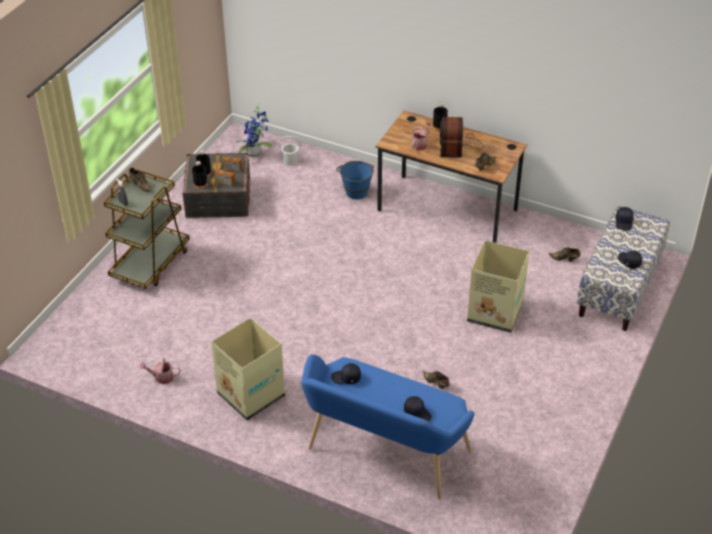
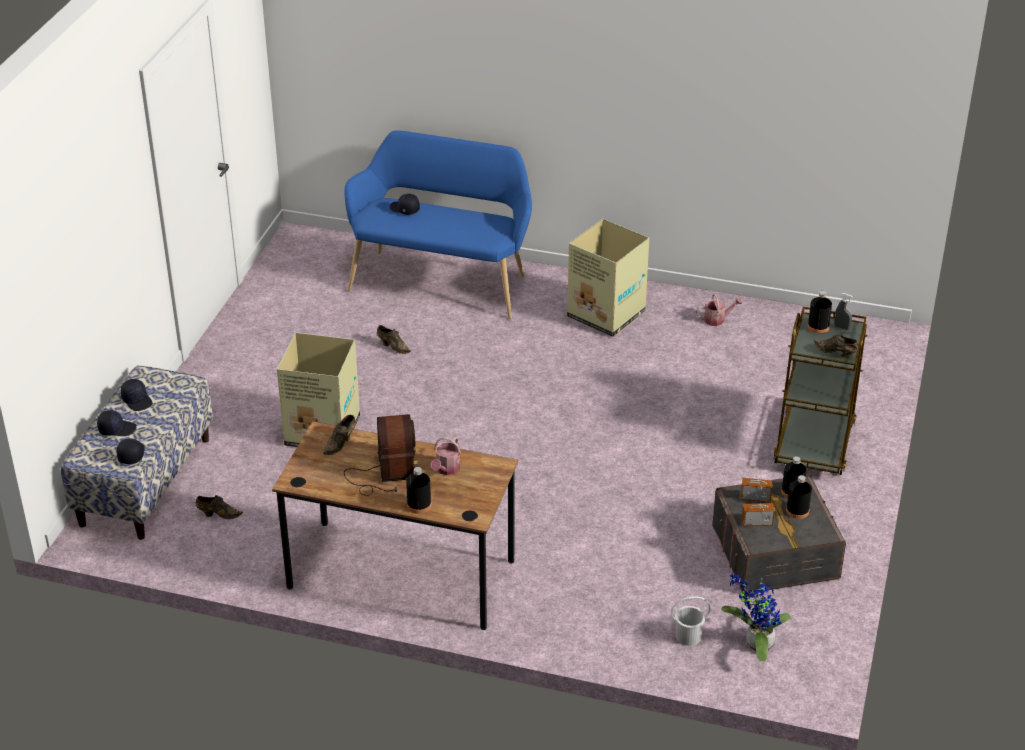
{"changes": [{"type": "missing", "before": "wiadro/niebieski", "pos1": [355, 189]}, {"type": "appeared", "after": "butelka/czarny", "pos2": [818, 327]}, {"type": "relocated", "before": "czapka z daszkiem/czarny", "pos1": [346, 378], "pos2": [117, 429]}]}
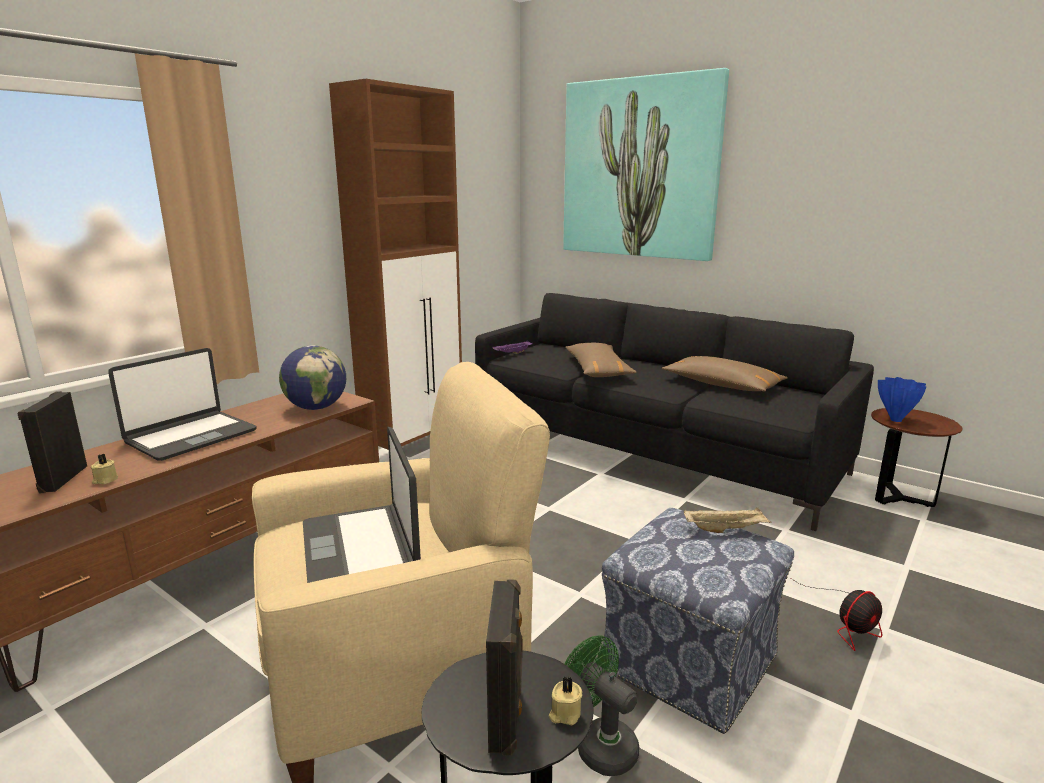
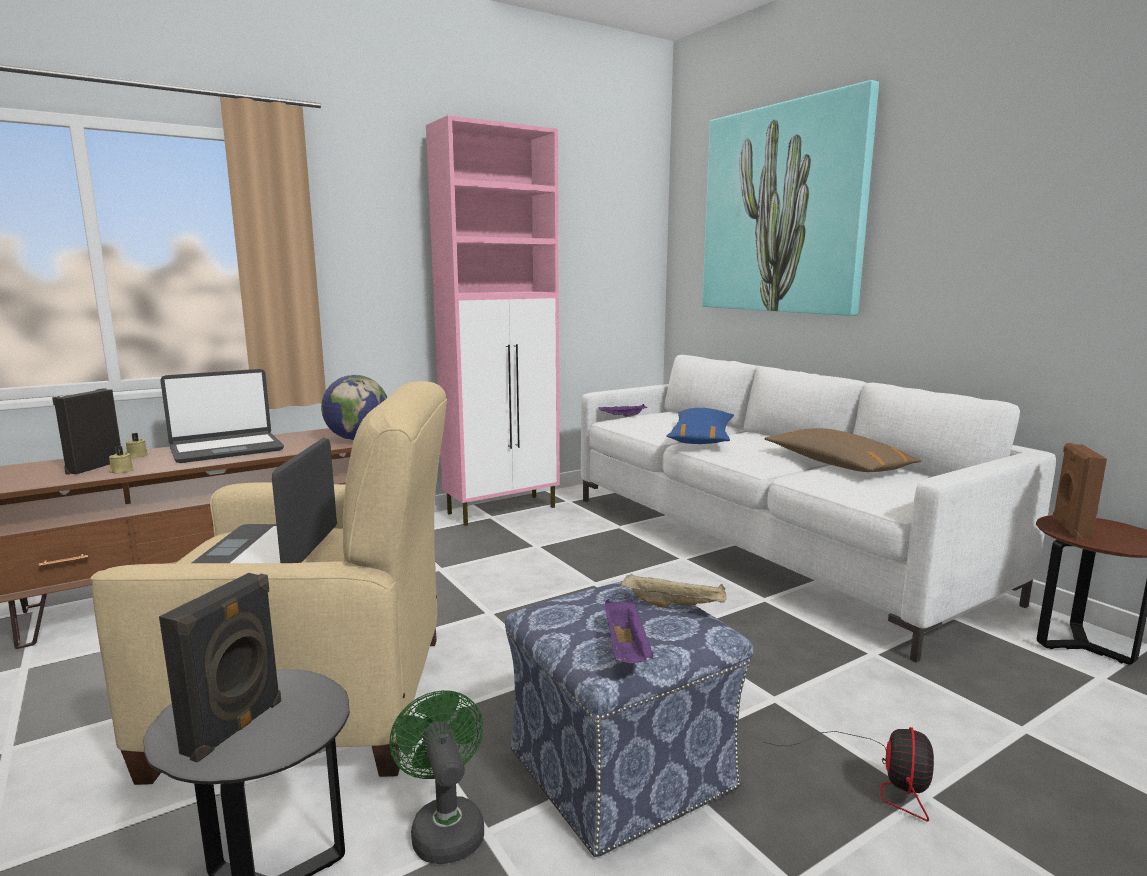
{"changes": [{"type": "appeared", "after": "taca/fioletowy", "pos2": [626, 649]}, {"type": "relocated", "before": "świeca/beżowy", "pos1": [564, 713], "pos2": [136, 456]}, {"type": "exchanged", "before": "wazon/niebieski", "after": "głośnik/brązowy", "pos1": [895, 420], "pos2": [1069, 529]}, {"type": "colour", "before": "szafka/brązowy", "after": "szafka/różowy", "pos1": [415, 449], "pos2": [503, 510]}, {"type": "colour", "before": "kanapa/czarny", "after": "kanapa/biały", "pos1": [650, 451], "pos2": [763, 544]}, {"type": "colour", "before": "poduszka/brązowy", "after": "poduszka/niebieski", "pos1": [598, 370], "pos2": [701, 438]}, {"type": "spun", "before": "wentylator", "pos1": [850, 623], "pos2": [878, 777], "turn": -60}]}
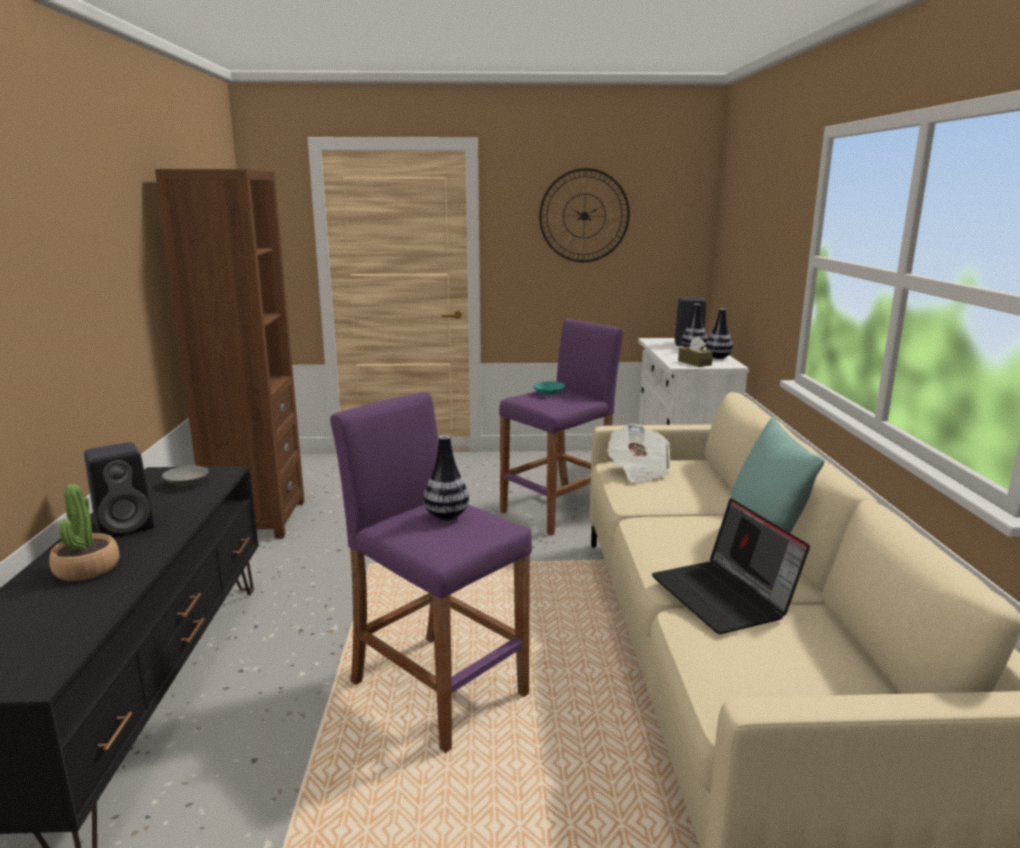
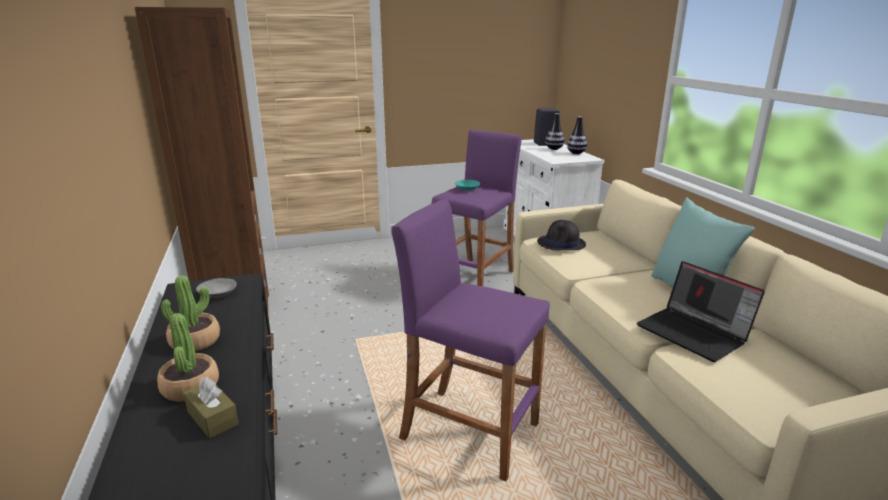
{"changes": [{"type": "missing", "before": "wazon", "pos1": [446, 516]}, {"type": "missing", "before": "zegar ścienny", "pos1": [584, 216]}, {"type": "relocated", "before": "pudełko chusteczek/brązowy", "pos1": [694, 363], "pos2": [212, 418]}, {"type": "exchanged", "before": "głośnik/czarny", "after": "roślina doniczkowa", "pos1": [127, 526], "pos2": [195, 341]}, {"type": "exchanged", "before": "gazeta", "after": "kapelusz/czarny", "pos1": [638, 470], "pos2": [561, 244]}]}
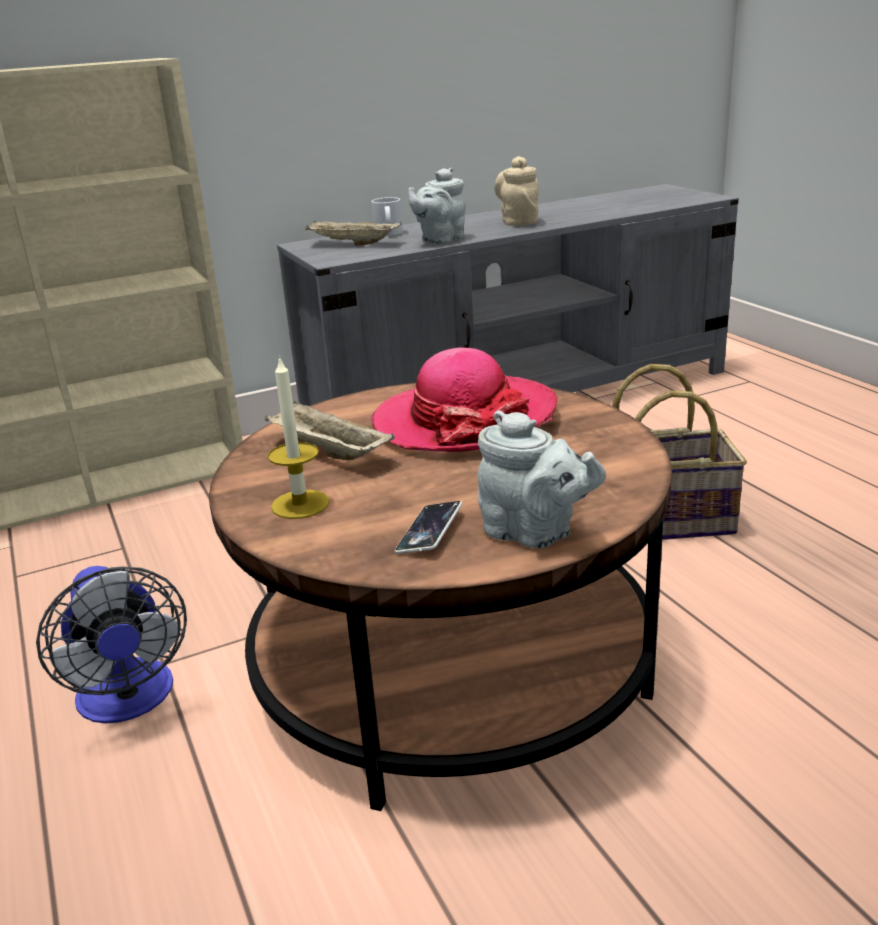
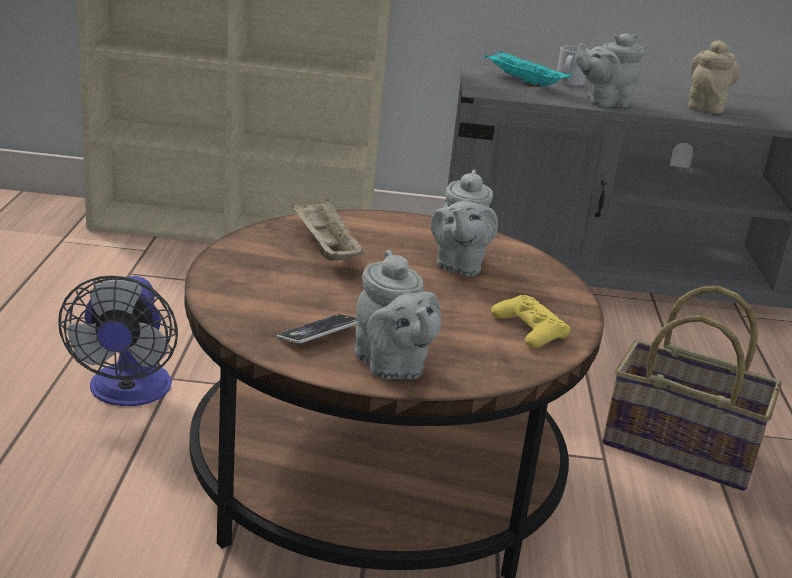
{"changes": [{"type": "missing", "before": "świeca", "pos1": [300, 504]}, {"type": "appeared", "after": "pad do gier/żółty", "pos2": [529, 329]}, {"type": "exchanged", "before": "kapelusz", "after": "imbryk/szary", "pos1": [464, 420], "pos2": [458, 265]}, {"type": "colour", "before": "taca/beżowy", "after": "taca/turkusowy", "pos1": [352, 244], "pos2": [522, 82]}]}
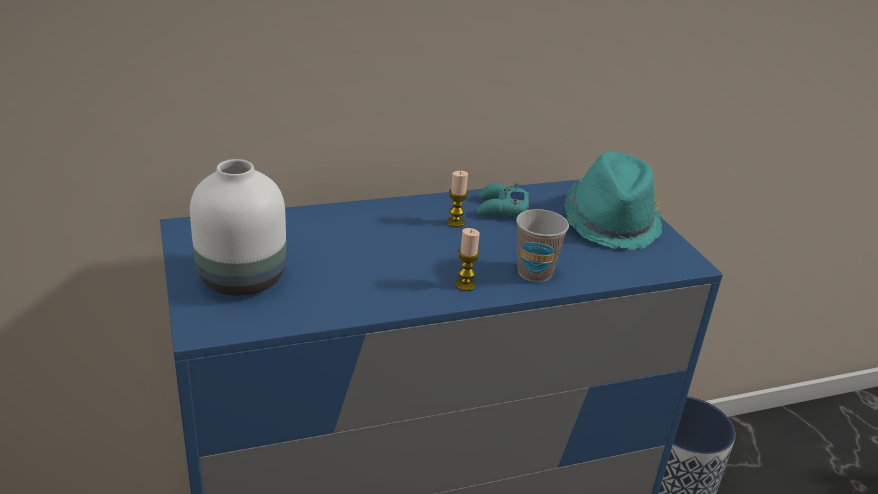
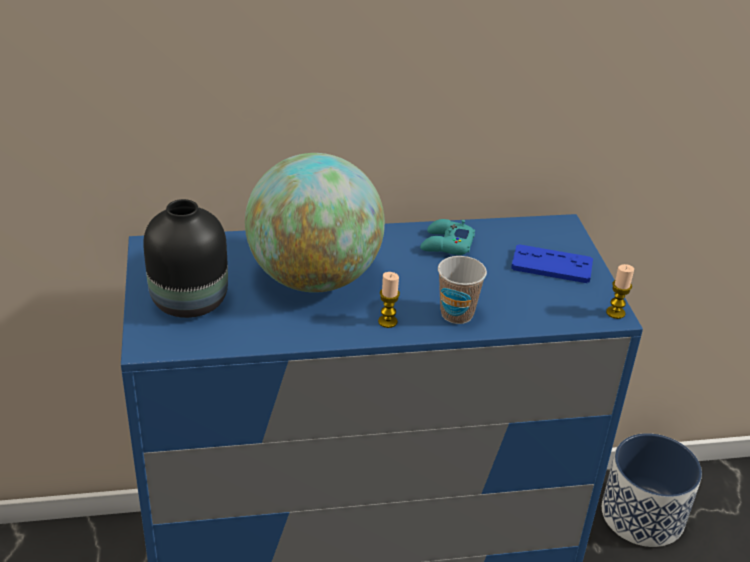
{"changes": [{"type": "appeared", "after": "globus", "pos2": [314, 278]}, {"type": "relocated", "before": "świeca", "pos1": [455, 222], "pos2": [615, 313]}, {"type": "exchanged", "before": "kapelusz/turkusowy", "after": "pad do gier/niebieski", "pos1": [611, 222], "pos2": [551, 265]}, {"type": "colour", "before": "wazon/biały", "after": "wazon/czarny", "pos1": [240, 279], "pos2": [187, 300]}]}
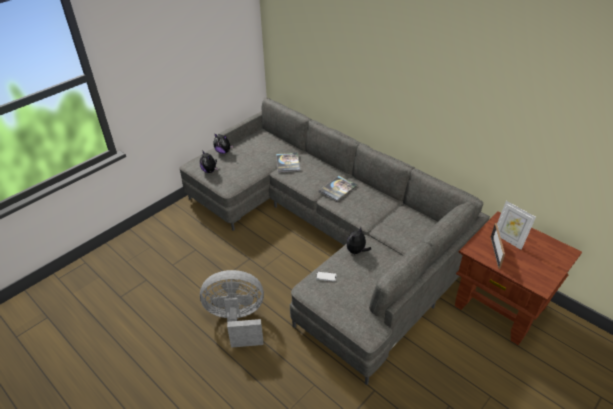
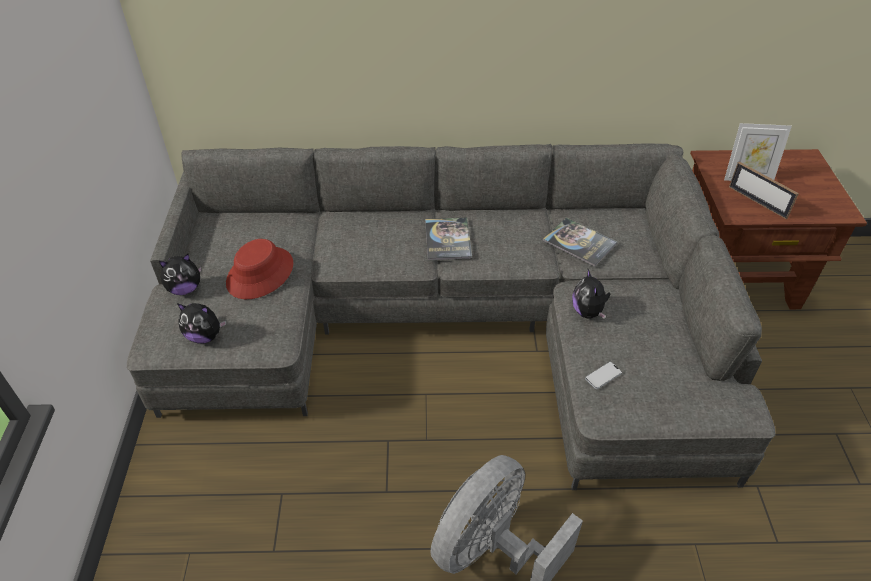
{"changes": [{"type": "appeared", "after": "kapelusz/czerwony", "pos2": [260, 274]}, {"type": "relocated", "before": "książka", "pos1": [288, 163], "pos2": [579, 242]}]}
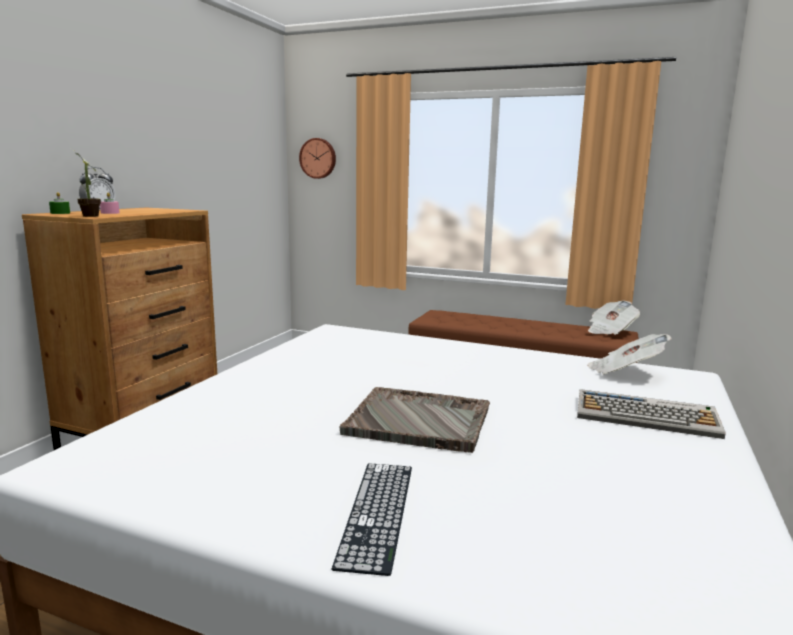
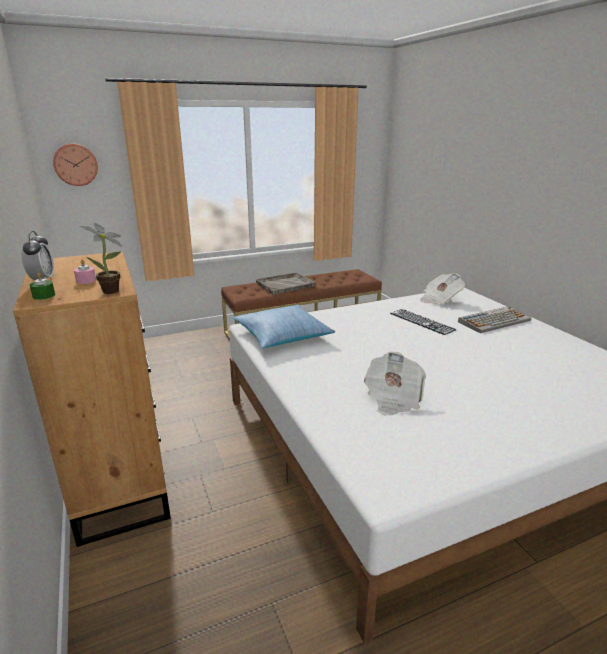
{"changes": [{"type": "appeared", "after": "poduszka", "pos2": [282, 335]}, {"type": "relocated", "before": "klawiatura", "pos1": [377, 512], "pos2": [422, 321]}, {"type": "relocated", "before": "taca/szary", "pos1": [420, 421], "pos2": [286, 284]}, {"type": "relocated", "before": "gazeta", "pos1": [610, 331], "pos2": [393, 398]}]}
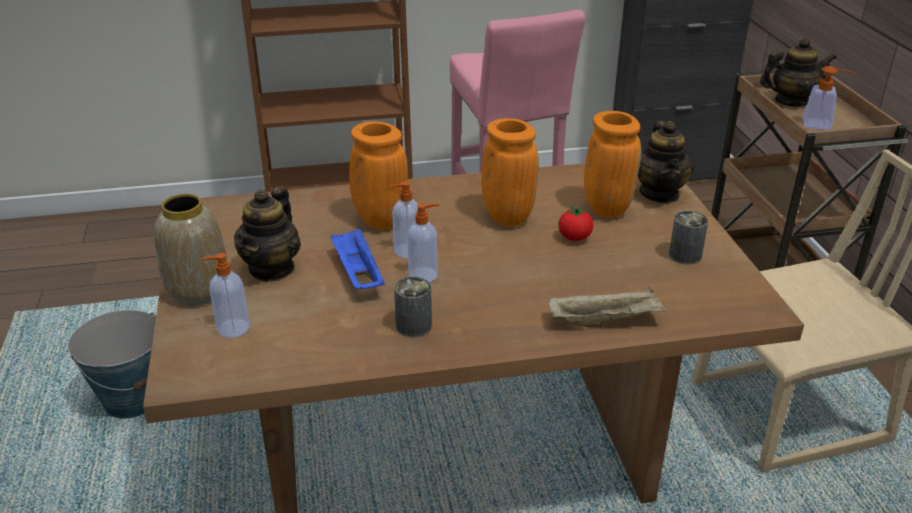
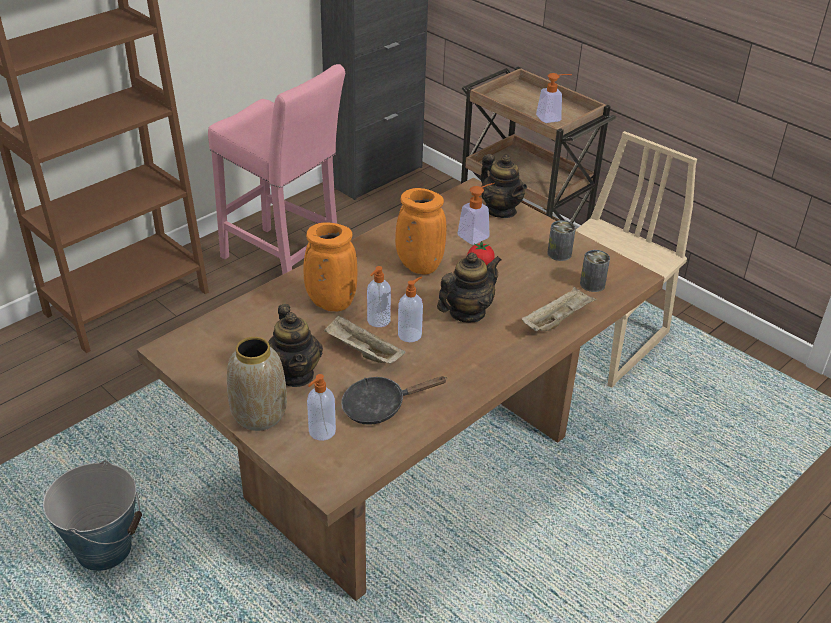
{"changes": [{"type": "appeared", "after": "patelnia/czarny", "pos2": [380, 406]}, {"type": "relocated", "before": "puszka", "pos1": [413, 326], "pos2": [592, 284]}, {"type": "relocated", "before": "imbryk", "pos1": [790, 101], "pos2": [467, 312]}, {"type": "exchanged", "before": "wazon/pomarańczowy", "after": "dozownik mydła", "pos1": [605, 208], "pos2": [477, 235]}, {"type": "colour", "before": "taca/niebieski", "after": "taca/beżowy", "pos1": [357, 273], "pos2": [362, 352]}]}
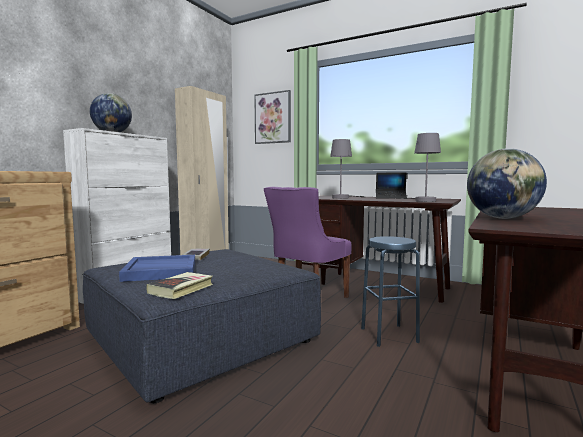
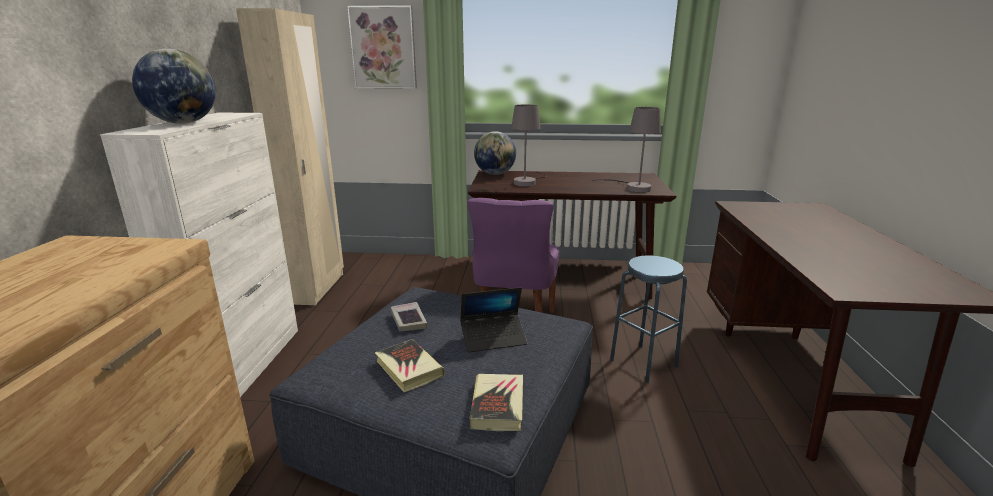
{"changes": [{"type": "relocated", "before": "laptop", "pos1": [391, 198], "pos2": [493, 338]}, {"type": "relocated", "before": "globus", "pos1": [503, 218], "pos2": [495, 174]}, {"type": "exchanged", "before": "taca/niebieski", "after": "książka", "pos1": [160, 271], "pos2": [408, 369]}]}
